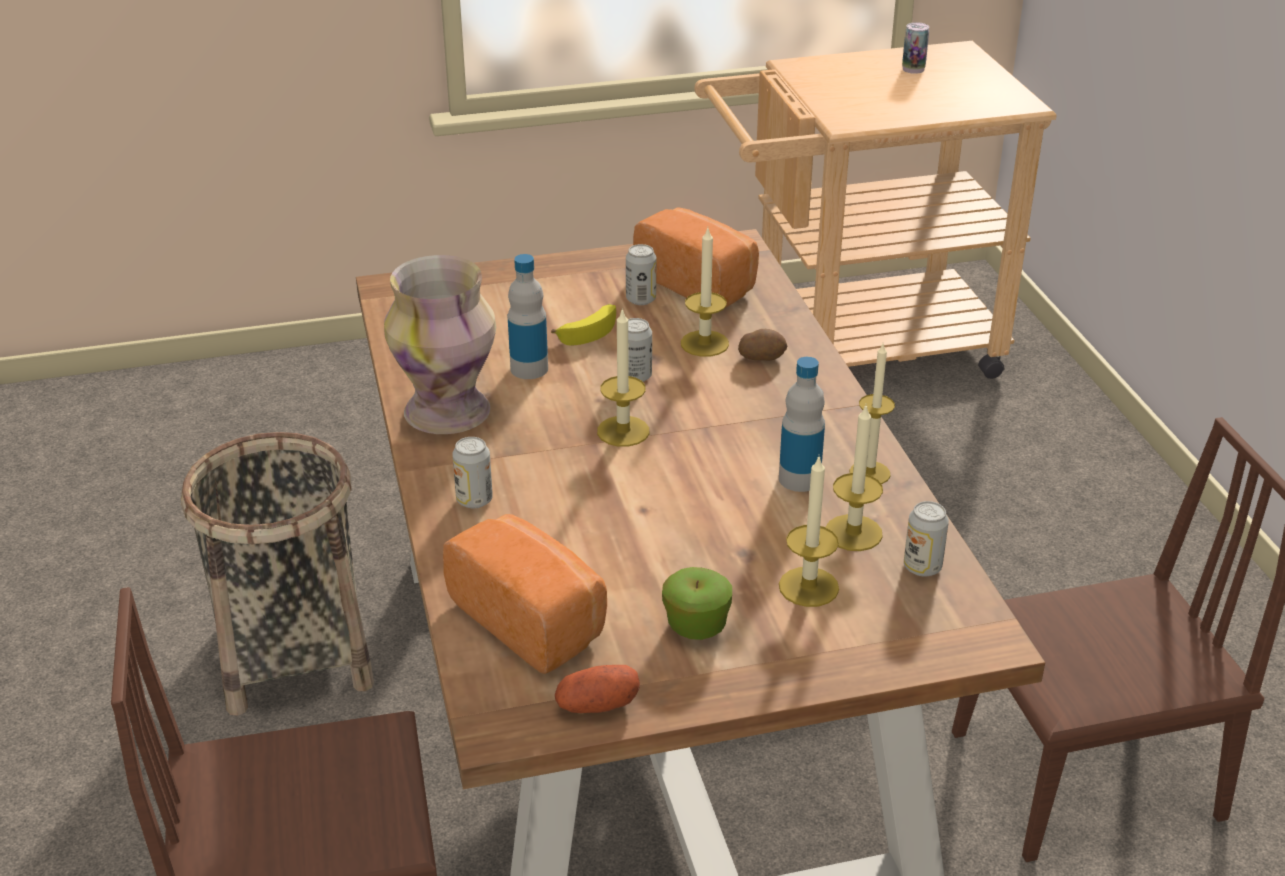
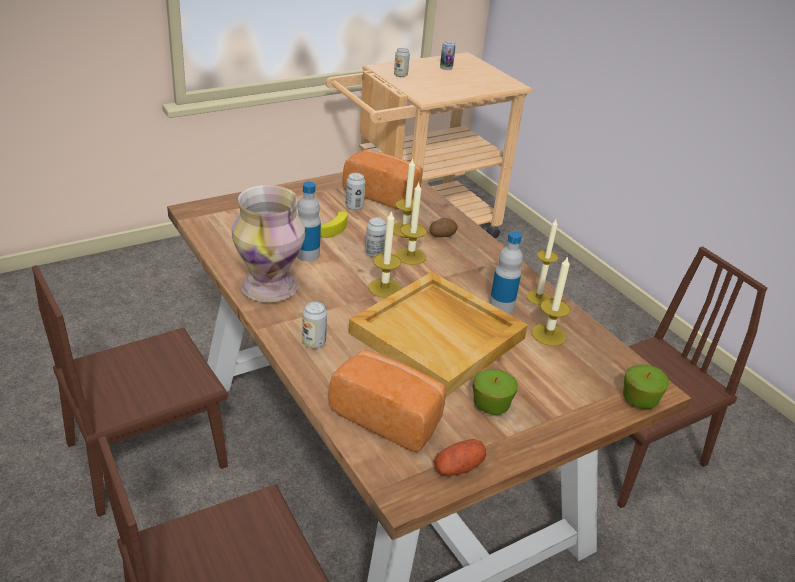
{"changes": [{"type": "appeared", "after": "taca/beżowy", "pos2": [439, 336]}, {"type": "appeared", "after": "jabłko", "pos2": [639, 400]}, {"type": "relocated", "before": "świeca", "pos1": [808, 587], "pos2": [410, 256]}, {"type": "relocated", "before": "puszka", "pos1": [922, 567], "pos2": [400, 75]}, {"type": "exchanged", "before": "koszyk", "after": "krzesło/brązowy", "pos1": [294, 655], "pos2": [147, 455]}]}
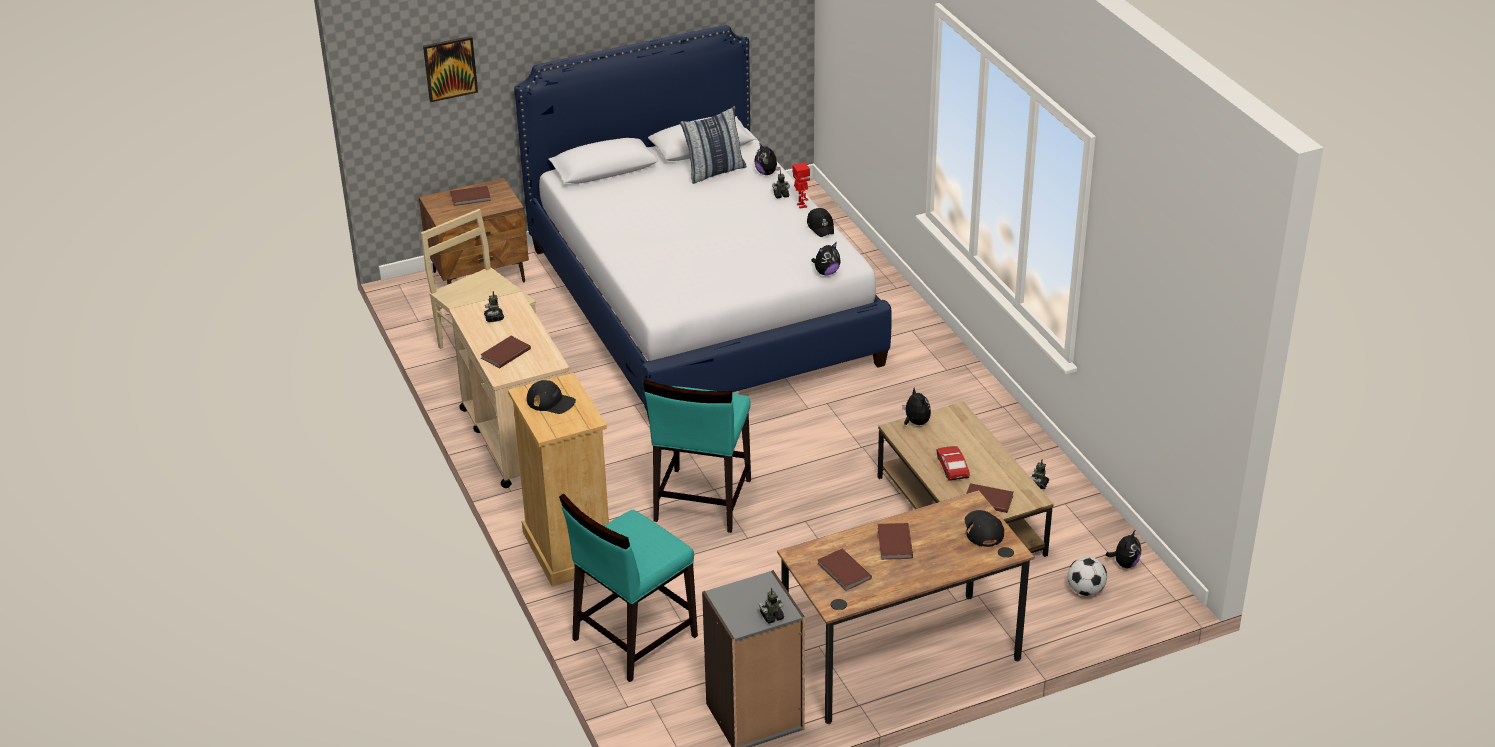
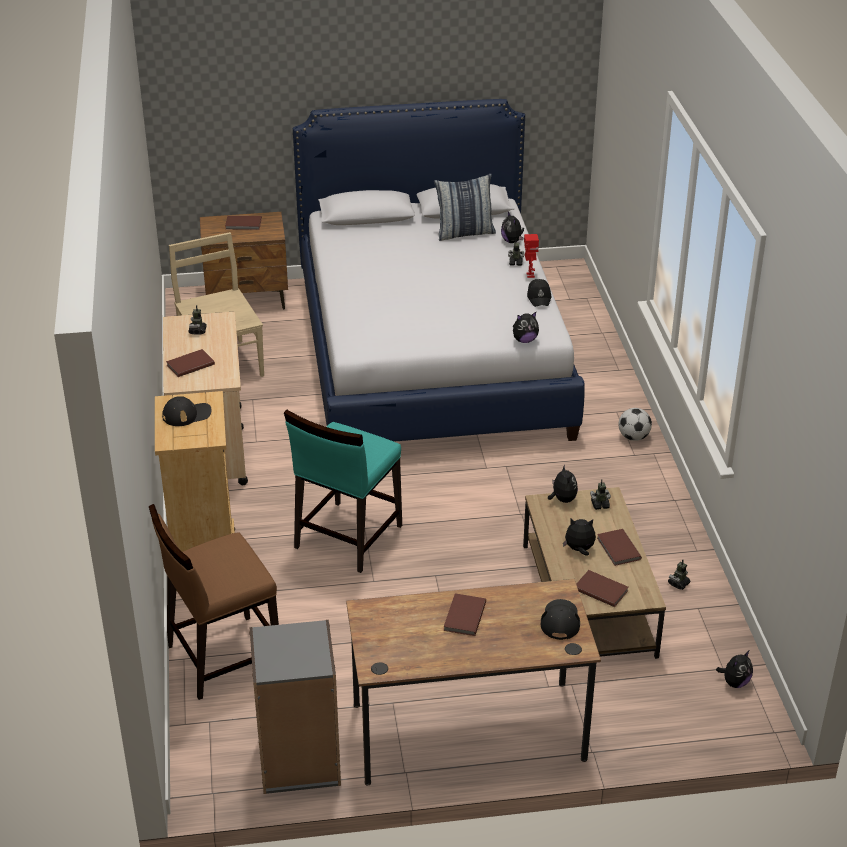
{"changes": [{"type": "missing", "before": "obraz", "pos1": [450, 68]}, {"type": "relocated", "before": "robot zabawkowy", "pos1": [772, 616], "pos2": [600, 505]}, {"type": "relocated", "before": "książka/brązowy", "pos1": [843, 572], "pos2": [617, 549]}, {"type": "relocated", "before": "piłka futbolowa", "pos1": [1085, 590], "pos2": [633, 437]}, {"type": "exchanged", "before": "samochodzik", "after": "pluszak", "pos1": [952, 467], "pos2": [579, 550]}, {"type": "colour", "before": "krzesło/turkusowy", "after": "krzesło/brązowy", "pos1": [633, 637], "pos2": [222, 656]}, {"type": "spun", "before": "czapka z daszkiem/czarny", "pos1": [551, 402], "pos2": [187, 414], "turn": -60}]}
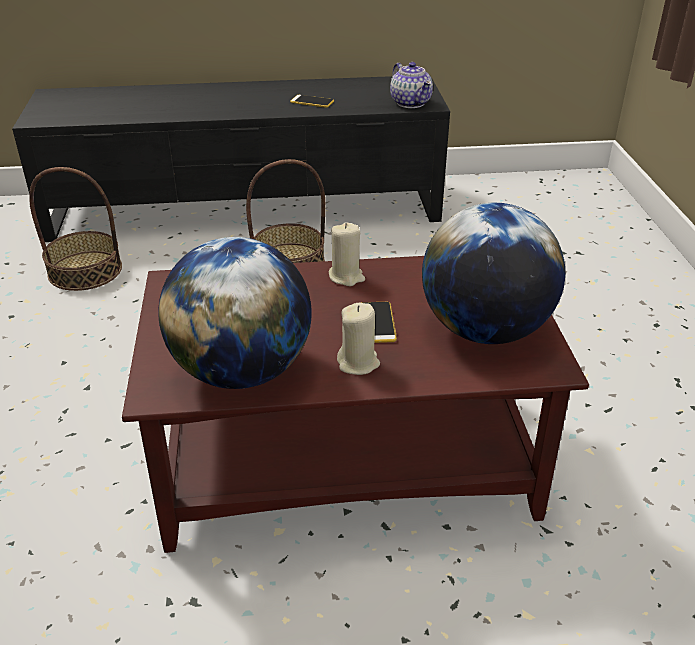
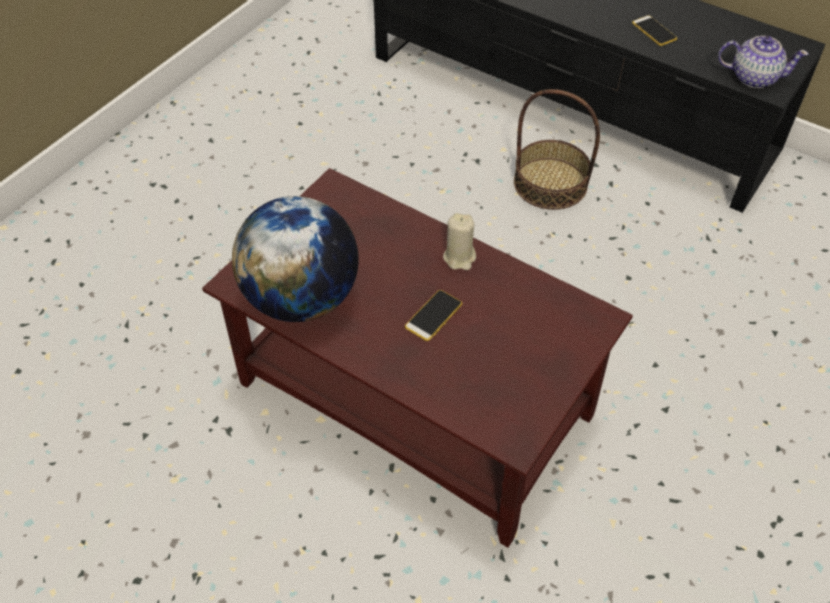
{"changes": [{"type": "missing", "before": "koszyk", "pos1": [85, 270]}, {"type": "missing", "before": "świeca/beżowy", "pos1": [358, 363]}, {"type": "missing", "before": "globus", "pos1": [485, 330]}, {"type": "spun", "before": "imbryk", "pos1": [410, 103], "pos2": [753, 77], "turn": -90}]}
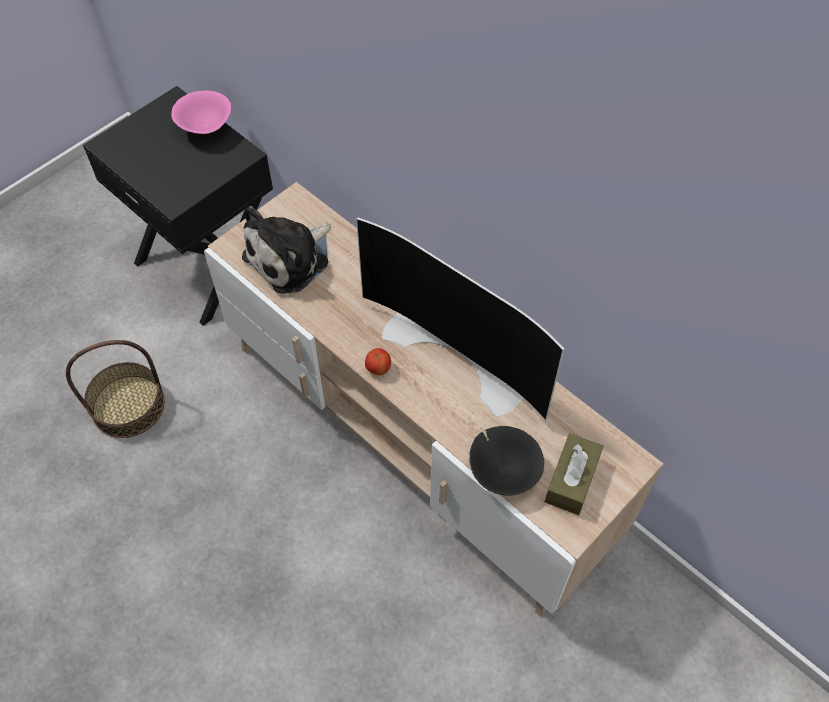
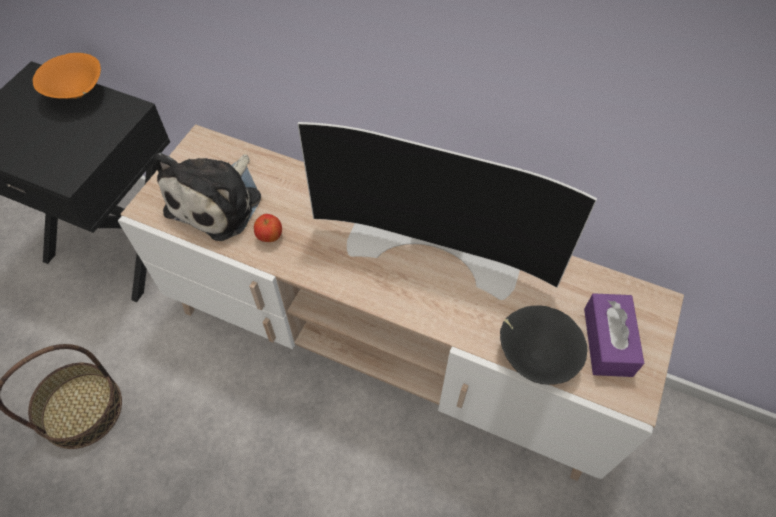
{"changes": [{"type": "relocated", "before": "jabłko", "pos1": [378, 369], "pos2": [270, 236]}, {"type": "colour", "before": "miska/różowy", "after": "miska/pomarańczowy", "pos1": [205, 128], "pos2": [78, 94]}, {"type": "colour", "before": "pudełko chusteczek/brązowy", "after": "pudełko chusteczek/fioletowy", "pos1": [571, 480], "pos2": [607, 341]}]}
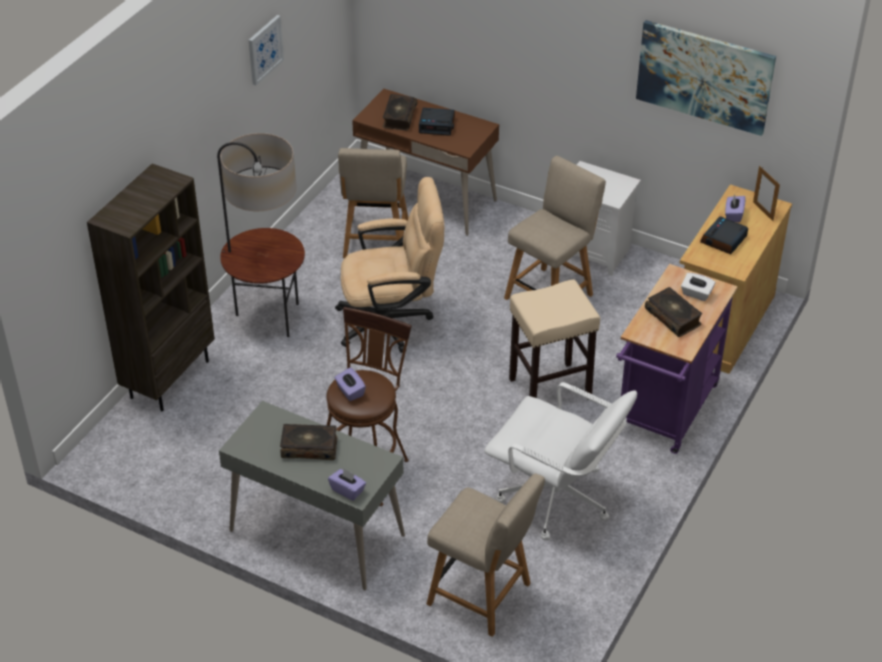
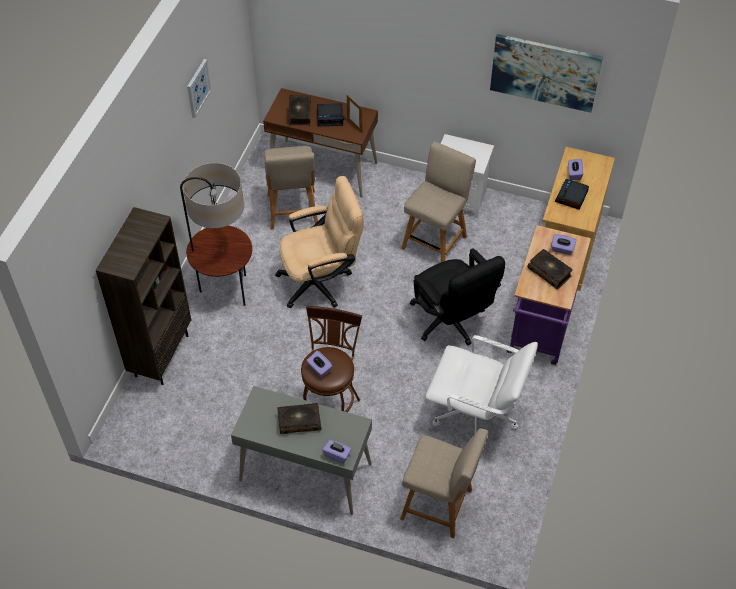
{"changes": [{"type": "relocated", "before": "ramka na zdjęcie", "pos1": [763, 211], "pos2": [354, 125]}, {"type": "exchanged", "before": "stołek/beżowy", "after": "krzesło biurowe/czarny", "pos1": [549, 389], "pos2": [451, 323]}, {"type": "colour", "before": "pudełko chusteczek/biały", "after": "pudełko chusteczek/fioletowy", "pos1": [696, 294], "pos2": [562, 249]}]}
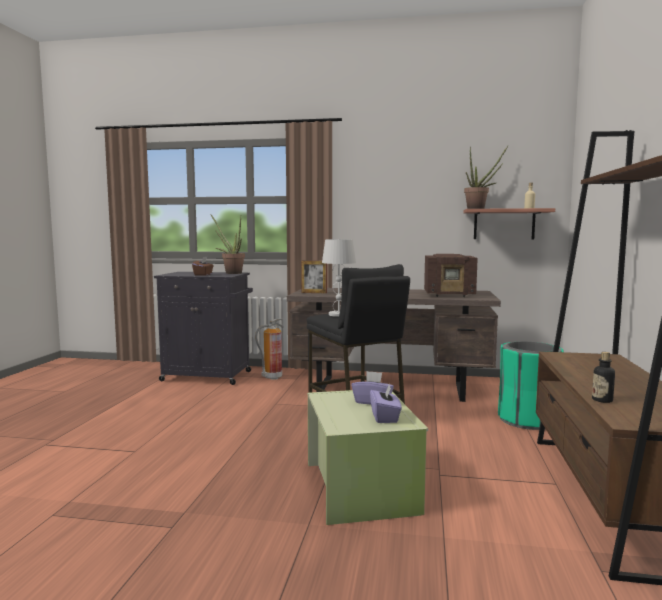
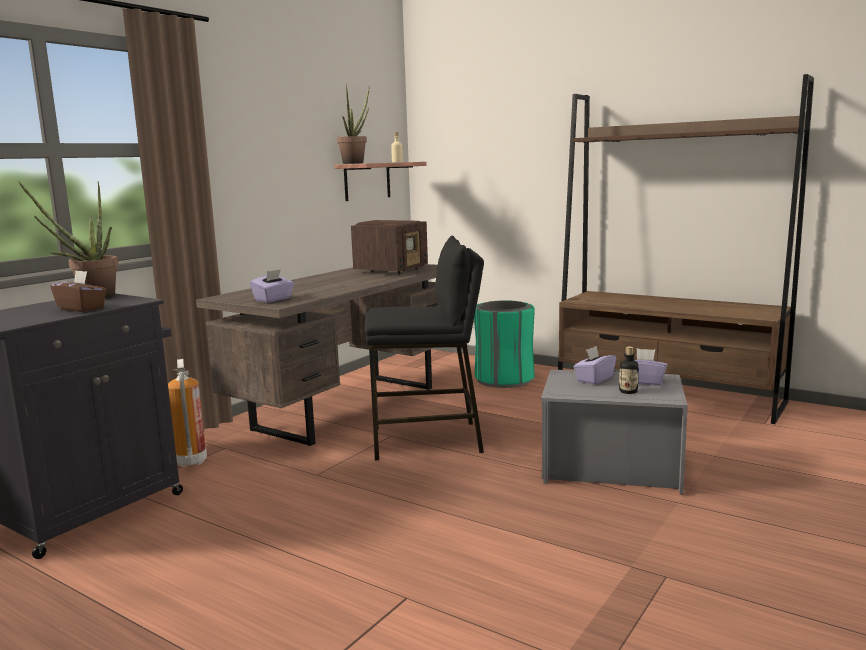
{"changes": [{"type": "missing", "before": "lampa stołowa/biały", "pos1": [338, 314]}, {"type": "relocated", "before": "butelka", "pos1": [602, 400], "pos2": [628, 391]}, {"type": "exchanged", "before": "ramka na zdjęcie", "after": "pudełko chusteczek/fioletowy", "pos1": [314, 292], "pos2": [273, 299]}, {"type": "colour", "before": "pojemnik do przechowywania/zielony", "after": "pojemnik do przechowywania/szary", "pos1": [362, 487], "pos2": [611, 467]}]}
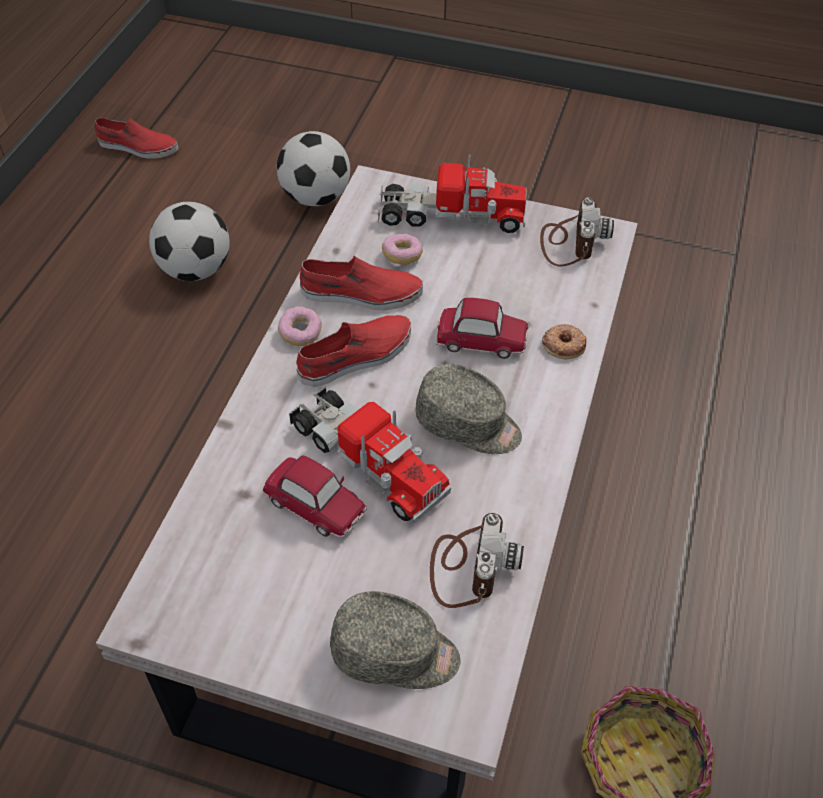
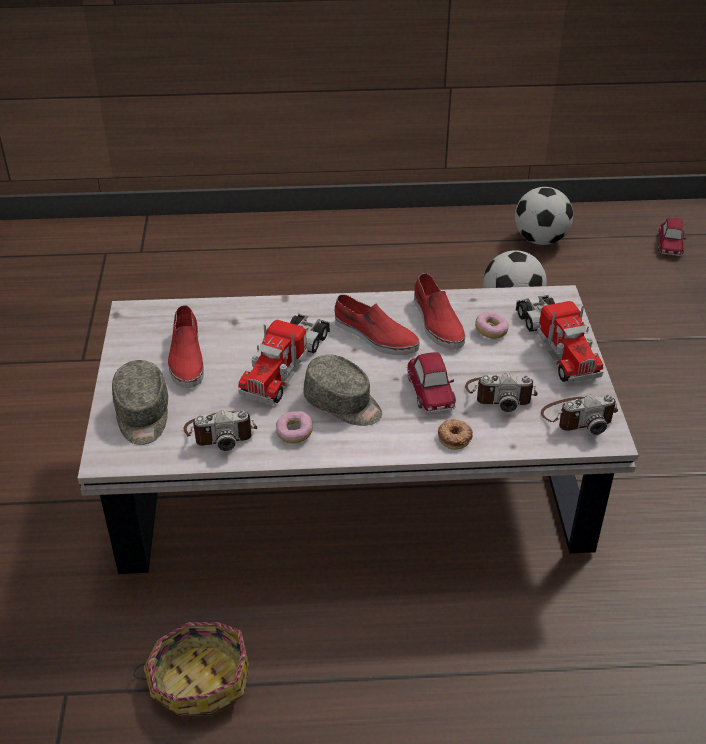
{"changes": [{"type": "appeared", "after": "aparat fotograficzny", "pos2": [500, 394]}, {"type": "relocated", "before": "but/czerwony", "pos1": [137, 147], "pos2": [186, 357]}, {"type": "relocated", "before": "samochodzik", "pos1": [315, 504], "pos2": [670, 244]}, {"type": "relocated", "before": "piłka futbolowa", "pos1": [315, 197], "pos2": [540, 240]}, {"type": "relocated", "before": "donut", "pos1": [300, 333], "pos2": [294, 433]}, {"type": "spun", "before": "czapka z daszkiem/szary", "pos1": [468, 424], "pos2": [343, 404], "turn": -60}]}
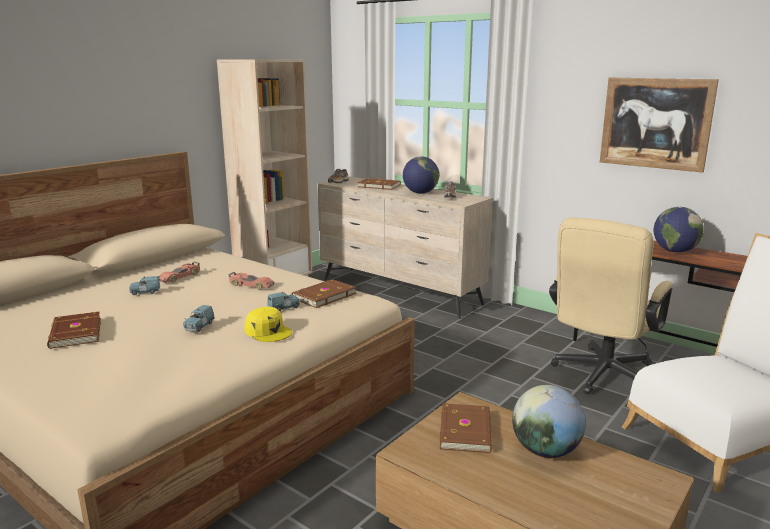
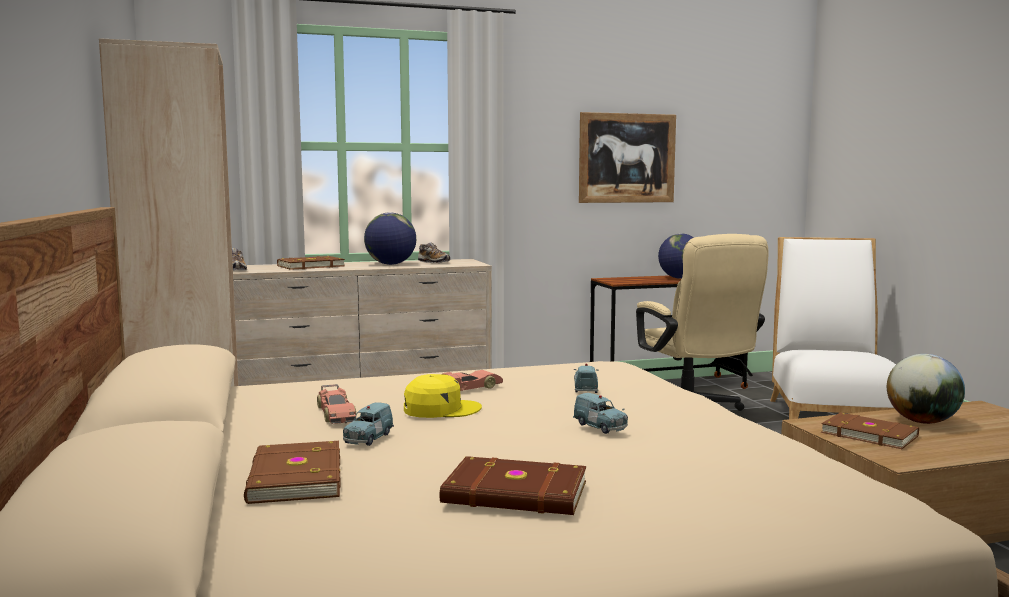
{"changes": [{"type": "relocated", "before": "czapka z daszkiem/żółty", "pos1": [268, 331], "pos2": [441, 409]}, {"type": "relocated", "before": "książka/brązowy", "pos1": [323, 296], "pos2": [293, 478]}]}
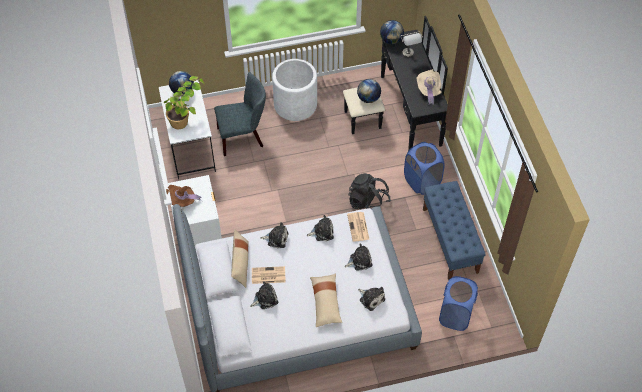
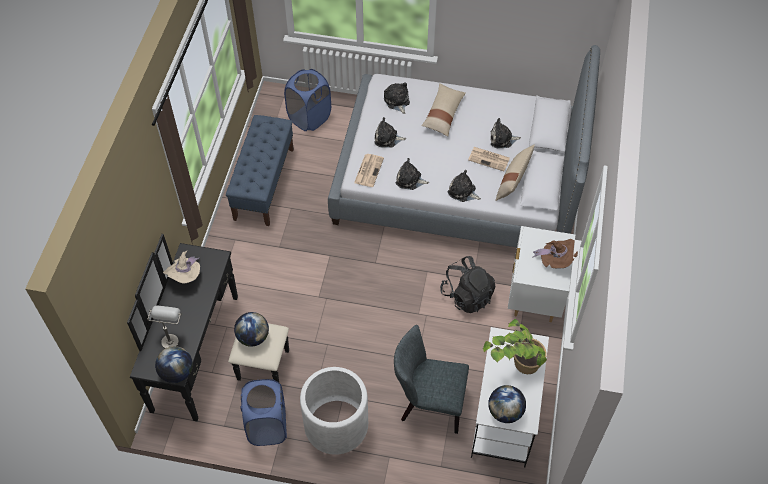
{"changes": [{"type": "relocated", "before": "plecak/czarny", "pos1": [368, 203], "pos2": [467, 295]}, {"type": "relocated", "before": "kosz na pranie/niebieski", "pos1": [422, 181], "pos2": [267, 426]}]}
